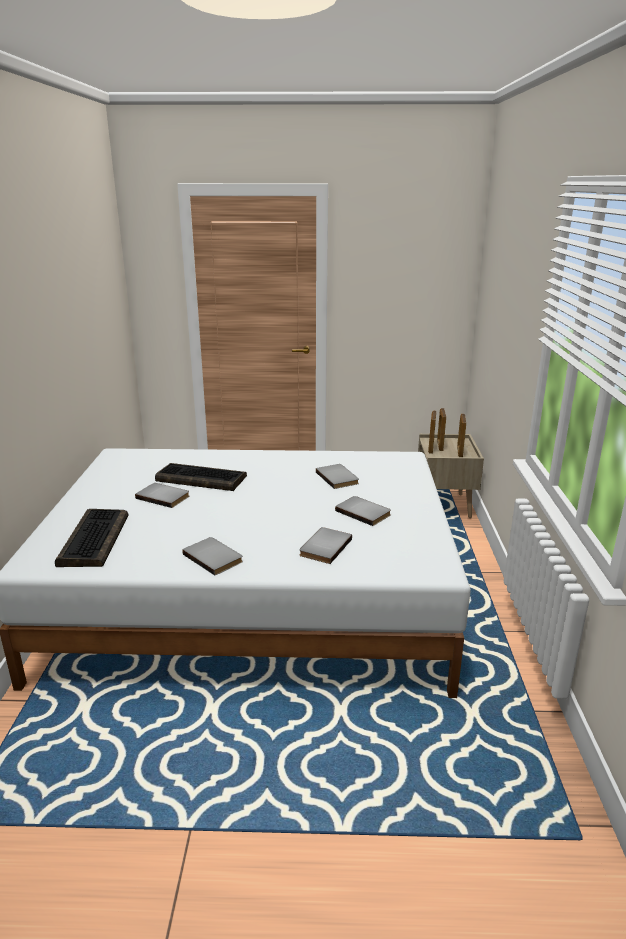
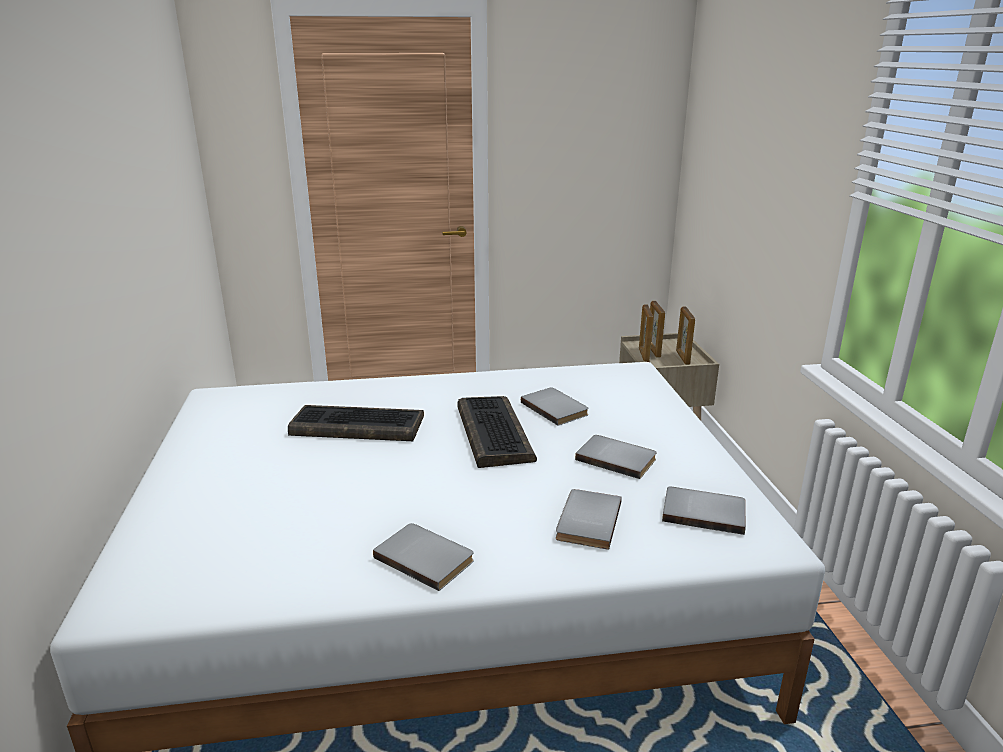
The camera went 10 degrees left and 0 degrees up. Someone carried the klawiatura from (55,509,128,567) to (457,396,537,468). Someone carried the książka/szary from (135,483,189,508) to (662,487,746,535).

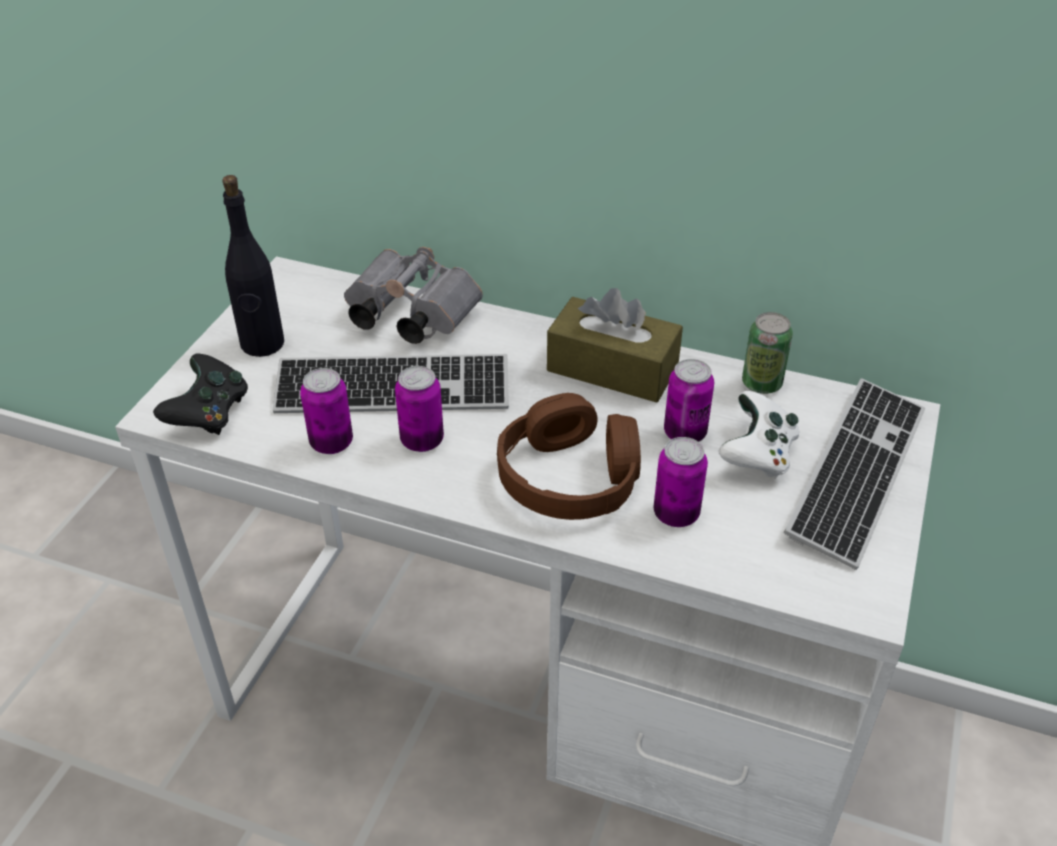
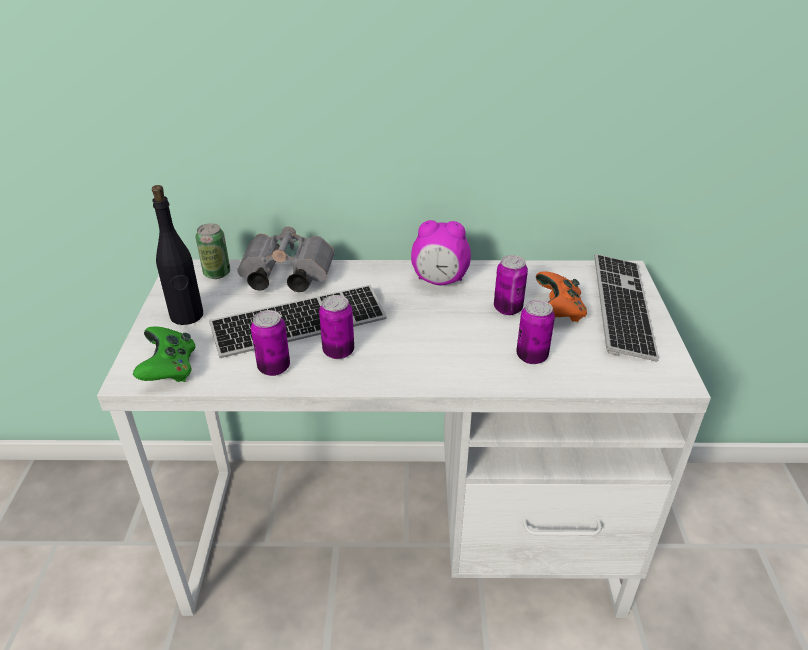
The camera went 20 degrees left and 5 degrees down. Someone repainted the pad do gier/czarny at (153,354,248,435), which became the pad do gier/zielony at (133,326,196,382). Someone took away the słuchawki/brązowy at (497,393,641,520). Someone swapped the pudełko chusteczek/brązowy at (547,288,683,403) for the budzik at (411,220,471,285). Someone repainted the pad do gier/biały at (718,391,799,479), which became the pad do gier/pomarańczowy at (536,271,587,322). Someone carried the puszka from (742,312,793,394) to (196,223,230,279).

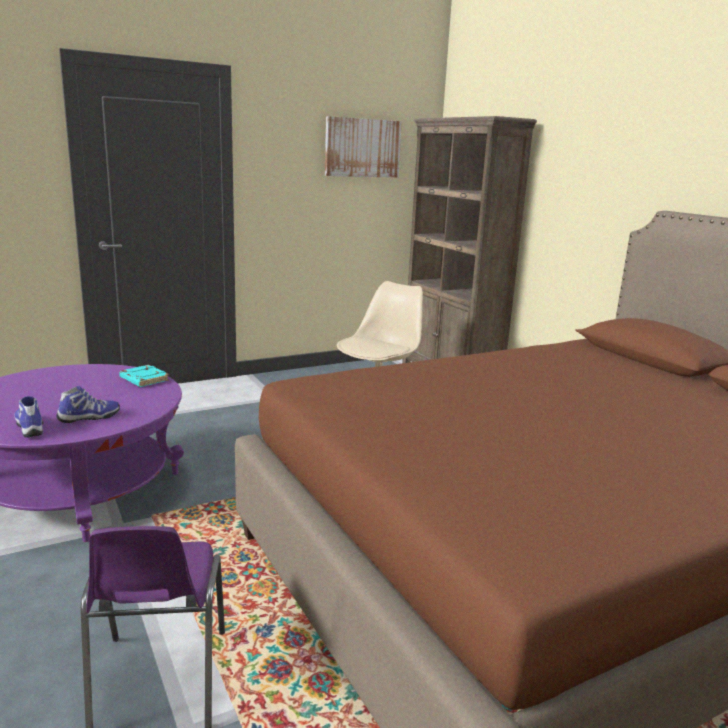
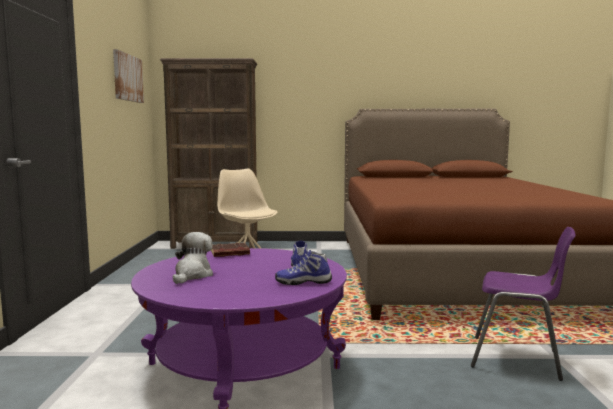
The camera went 60 degrees left and 10 degrees down. Someone repainted the książka/turkusowy at (119,365,169,387), which became the książka/brązowy at (211,242,250,257). Someone put down the pluszak at (173,232,213,284).

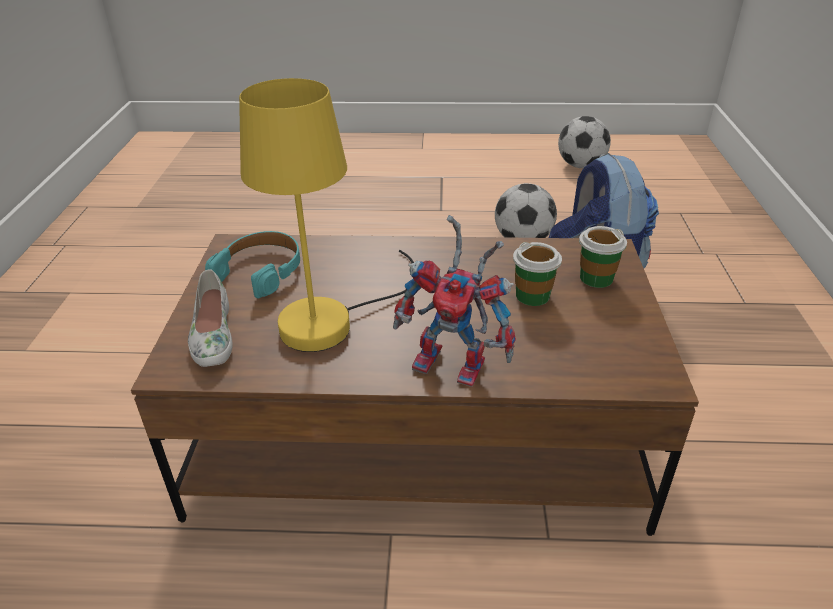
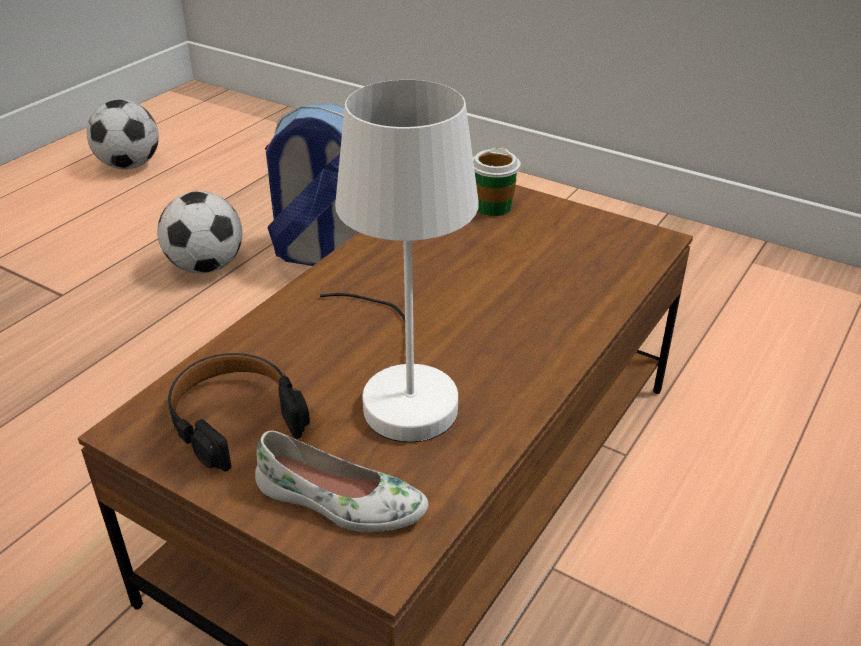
The camera went 60 degrees left and 0 degrees up. Someone repainted the słuchawki/turkusowy at (205,231,300,298), which became the słuchawki/czarny at (168,353,310,472). Someone repainted the lampa stołowa/żółty at (239,78,414,352), which became the lampa stołowa/biały at (320,80,479,442). Someone took away the robot zabawkowy at (393,215,516,387). Someone took away the filiżanka at (513,242,562,306).

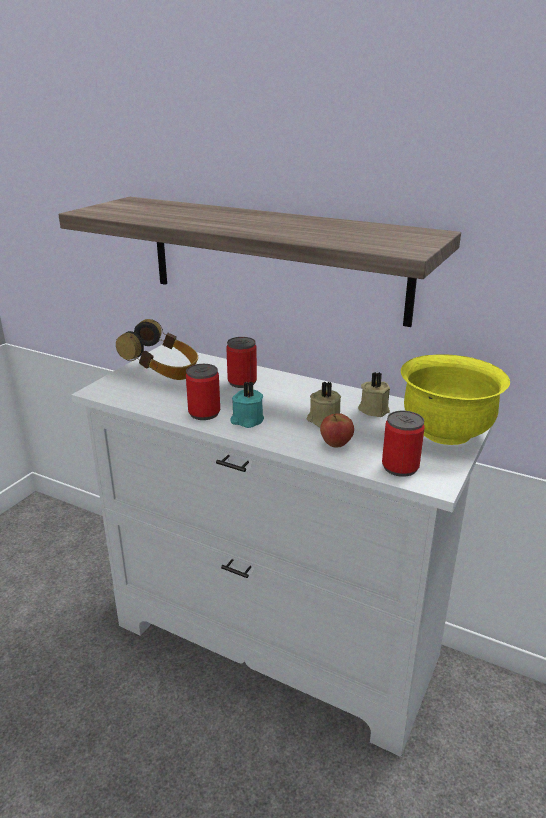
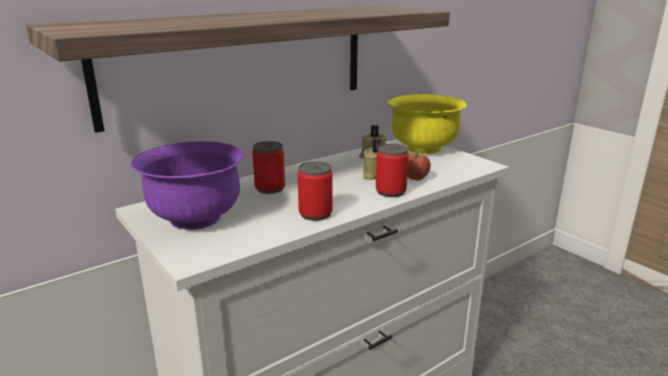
The camera went 65 degrees left and 5 degrees down. Someone swapped the słuchawki at (116,319,198,380) for the miska/fioletowy at (131,141,243,230). Someone took away the świeca/turkusowy at (230,381,264,428). Someone carried the puszka from (382,411,425,477) to (376,144,409,197).

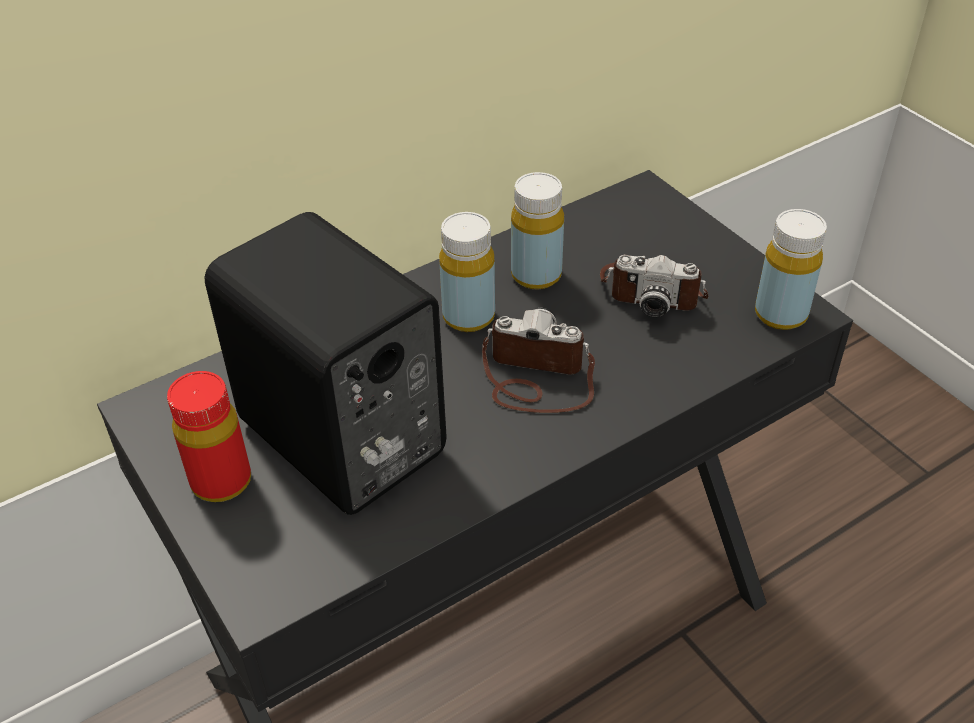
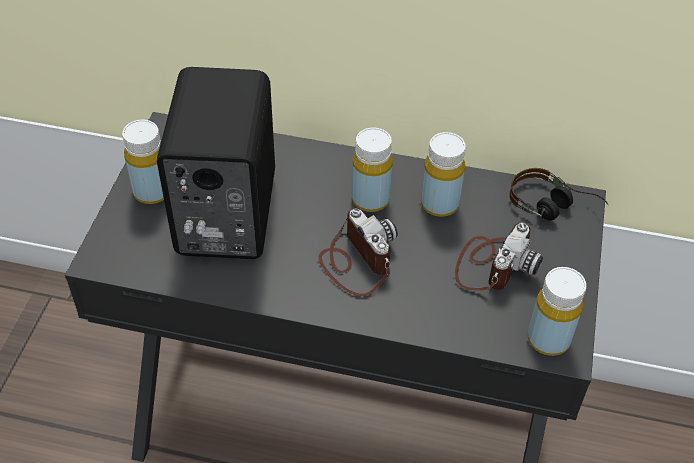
The camera went 45 degrees right and 5 degrees up. Someone repainted the butelka/czerwony at (167,371,251,502), which became the butelka/żółty at (122,120,164,204). Someone rotated the aparat fotograficzny at (600,255,709,318) by 120 degrees counterclockwise. Someone put down the słuchawki at (509,168,608,221).

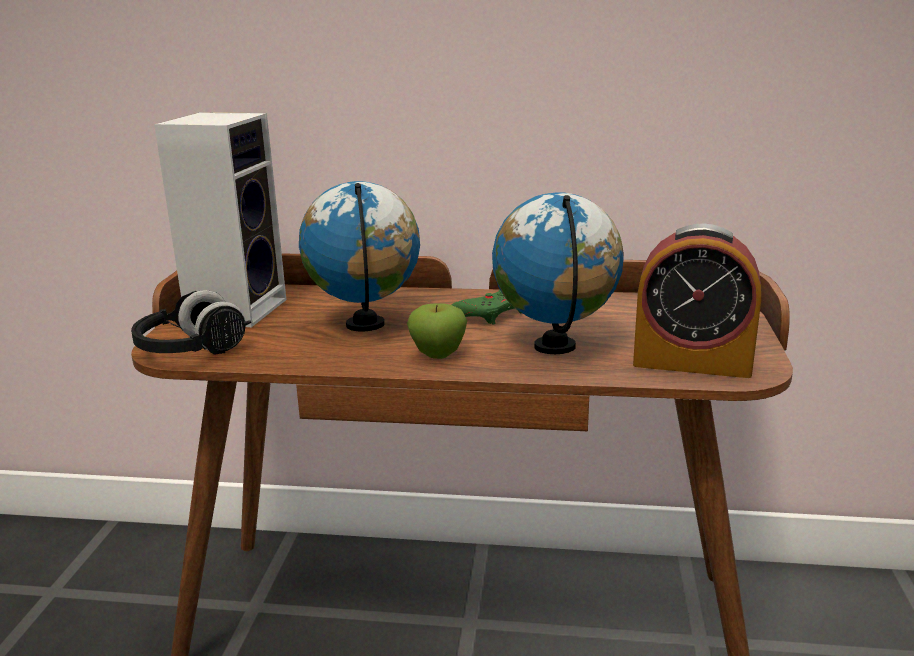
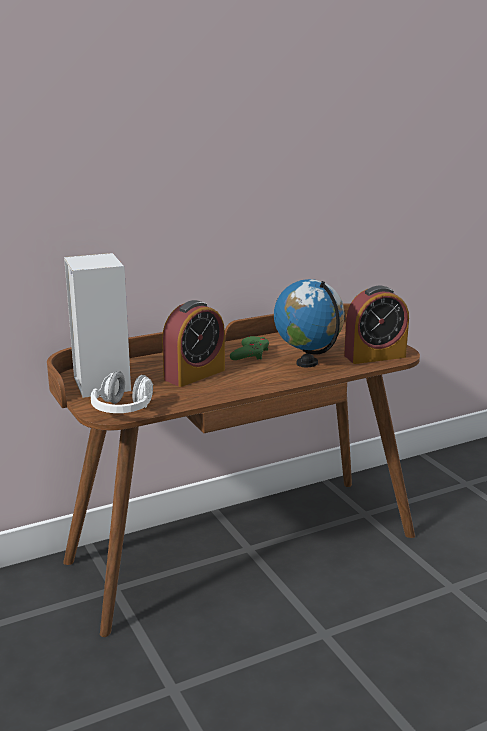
The camera went 35 degrees left and 0 degrees up. Someone repainted the słuchawki/czarny at (131,290,251,355), which became the słuchawki/biały at (91,371,153,413). Someone swapped the globus at (299,181,420,332) for the budzik at (162,300,225,387). Someone took away the jabłko at (407,303,467,359).

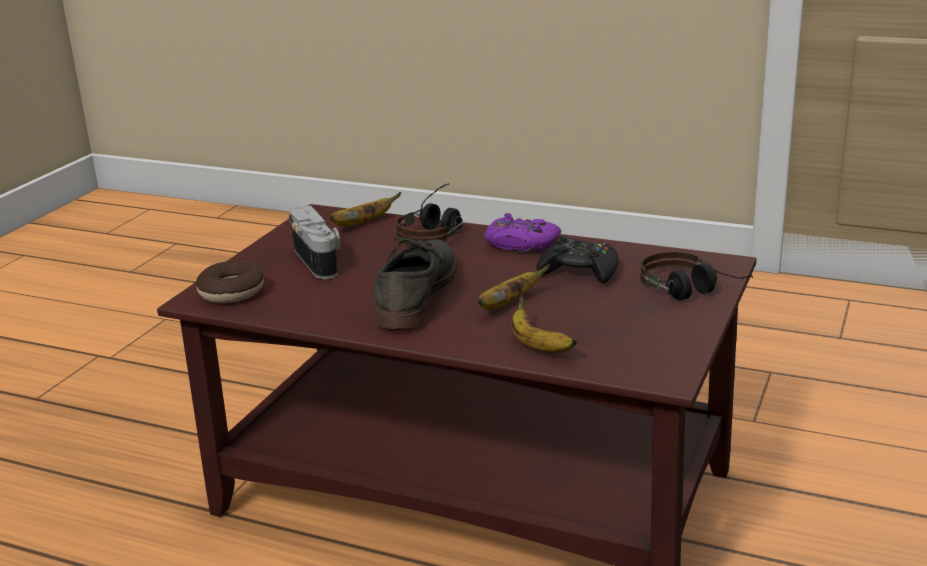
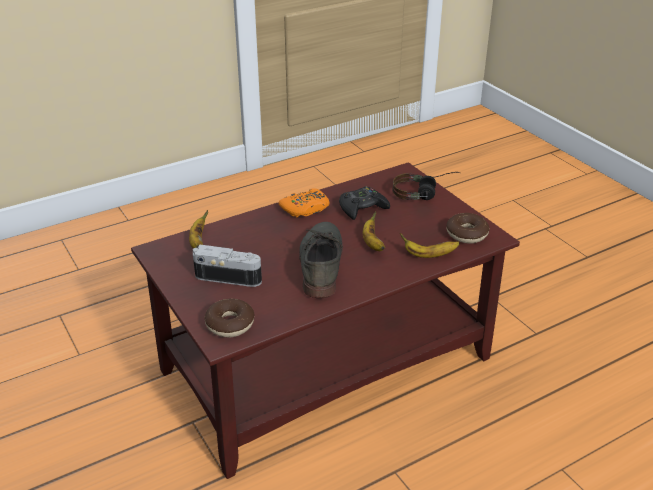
The camera went 55 degrees left and 10 degrees up. Someone rotated the but/szary at (374,237,457,332) by 45 degrees clockwise. Someone took away the słuchawki at (396,183,463,243). Someone repainted the pad do gier/fioletowy at (485,213,561,252), which became the pad do gier/pomarańczowy at (279,188,329,217). Someone put down the donut at (446,213,489,244).

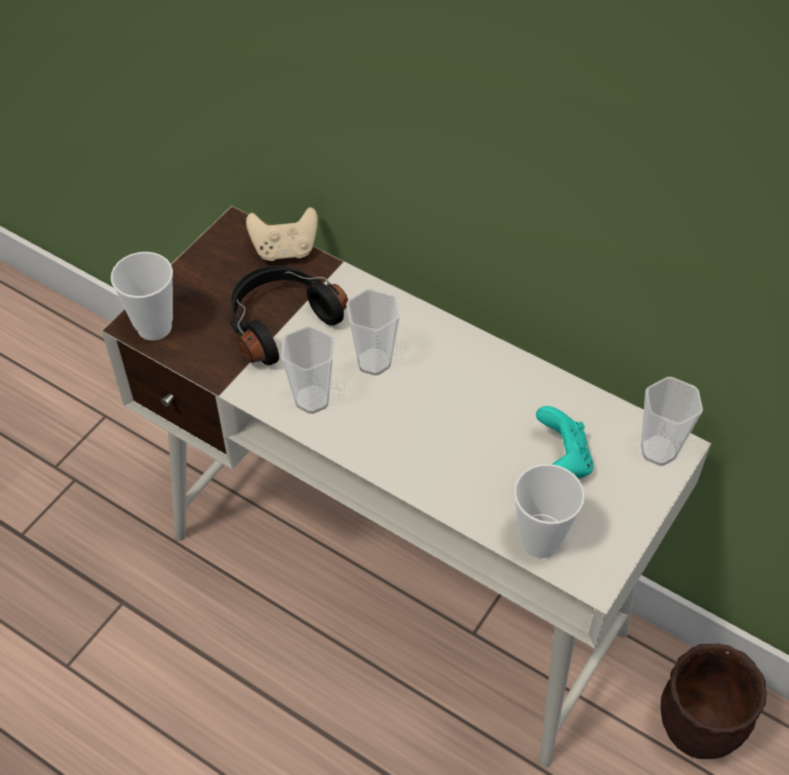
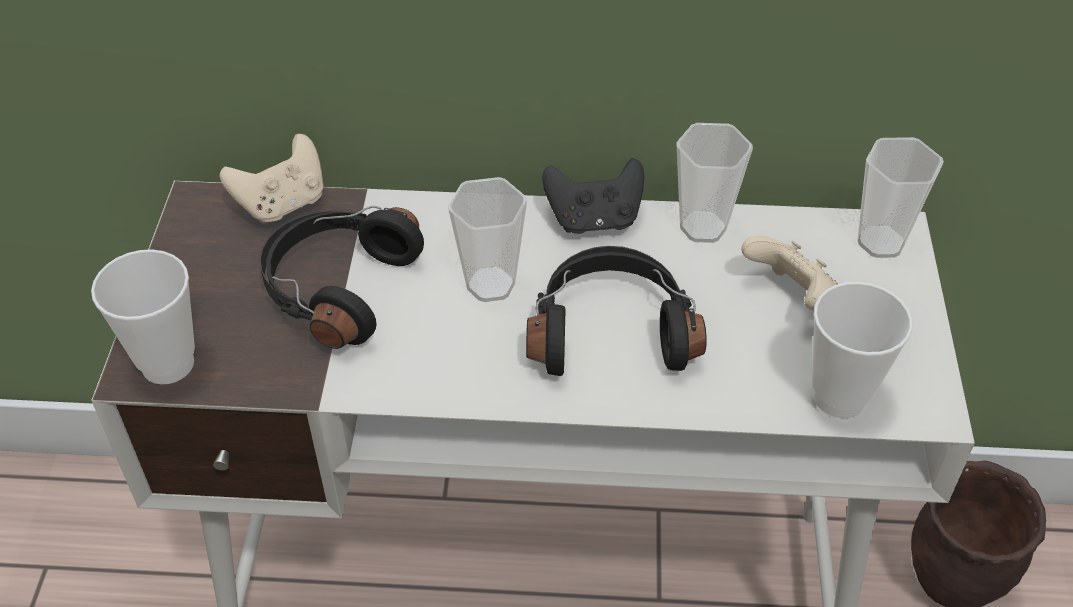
The camera went 30 degrees left and 5 degrees down. Someone carried the filiżanka from (281,326,335,414) to (676,123,753,243). Someone repainted the pad do gier/turkusowy at (536,406,593,478), which became the pad do gier/beżowy at (741,235,838,310). Someone put down the słuchawki/czarny at (526,246,707,376). Someone put down the pad do gier/czarny at (542,158,644,234).

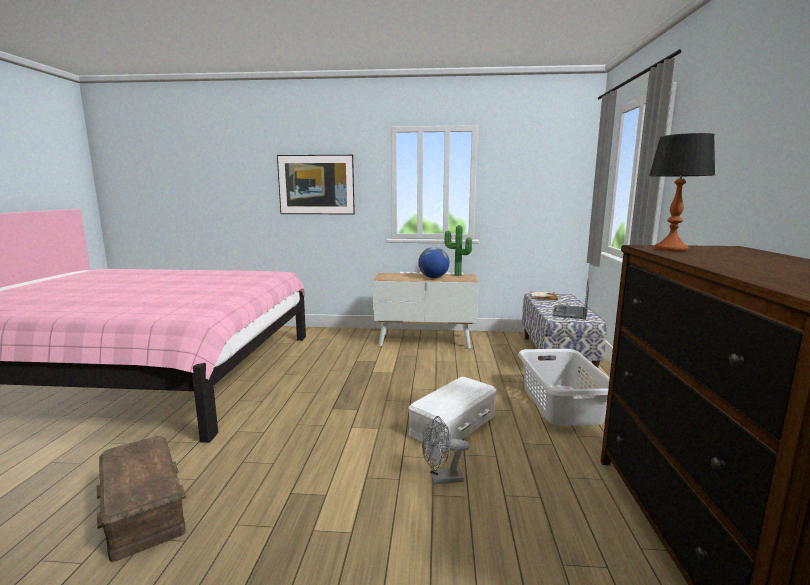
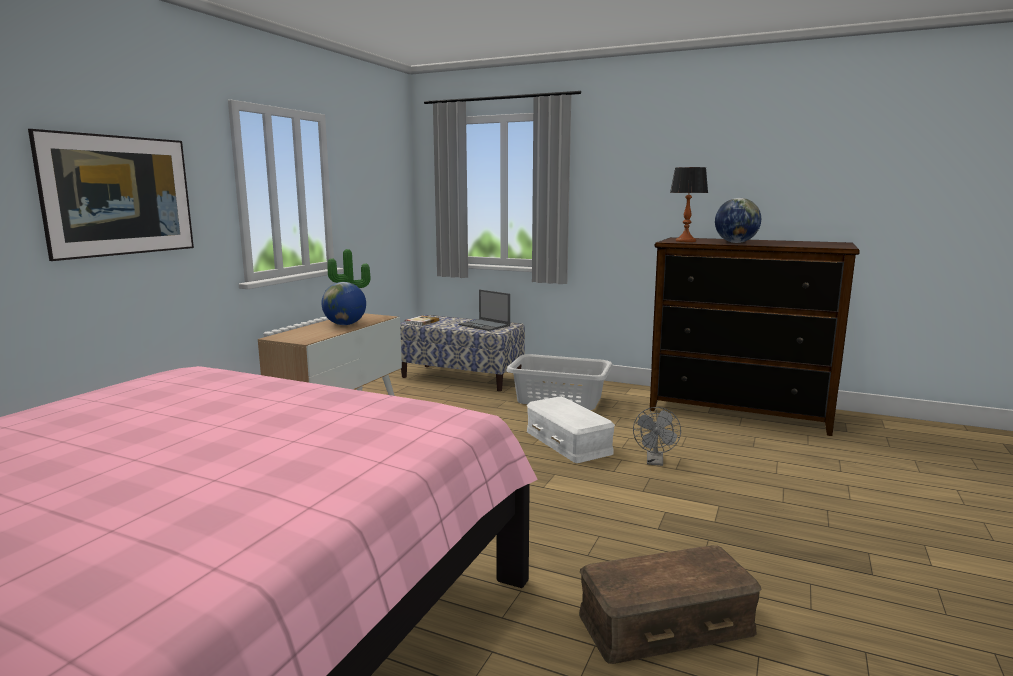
The camera went 70 degrees left and 0 degrees up. Someone put down the globus at (715,198,761,243).

